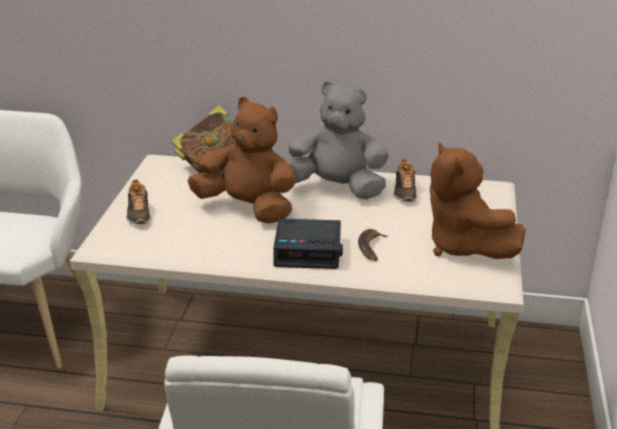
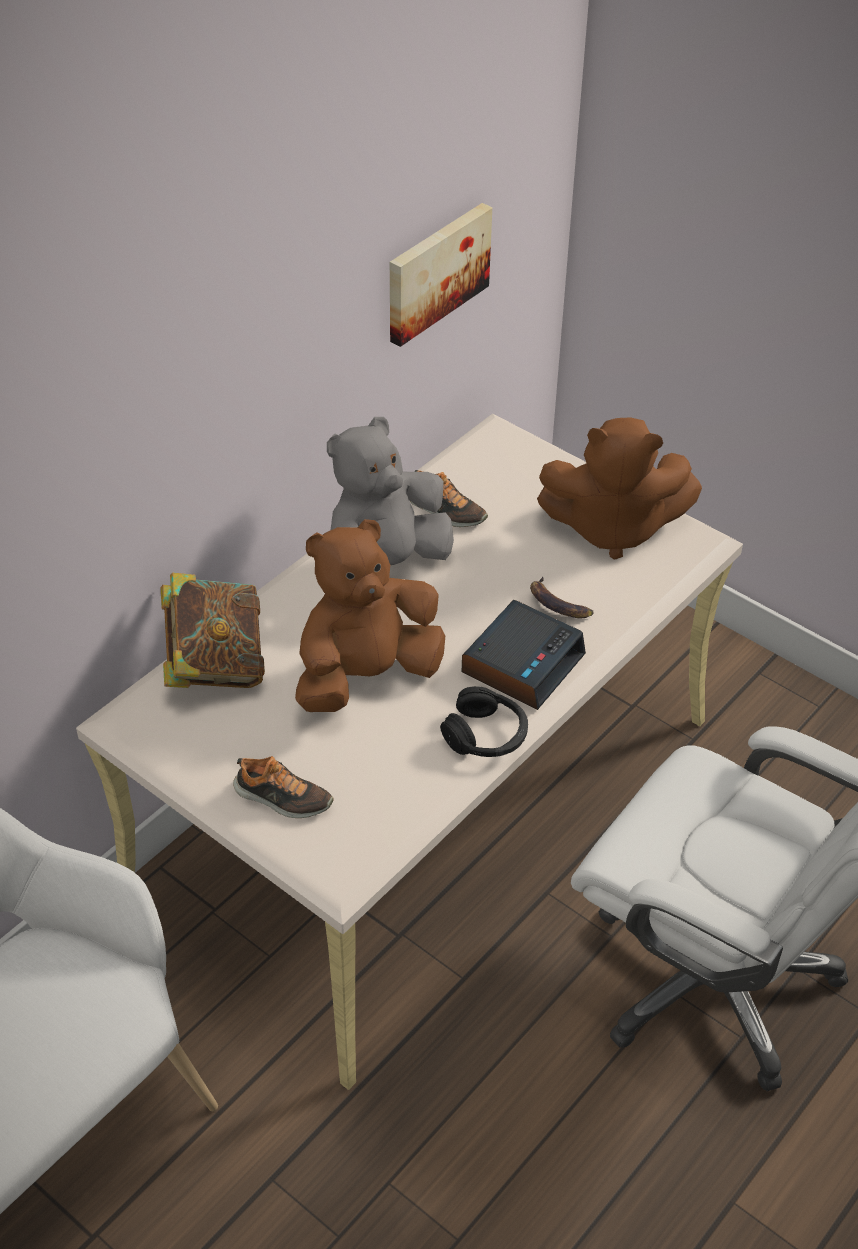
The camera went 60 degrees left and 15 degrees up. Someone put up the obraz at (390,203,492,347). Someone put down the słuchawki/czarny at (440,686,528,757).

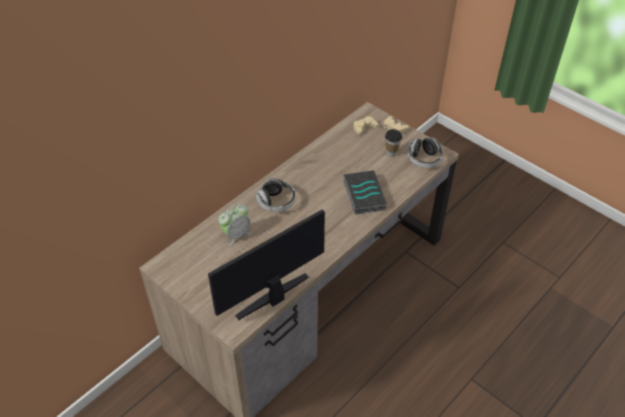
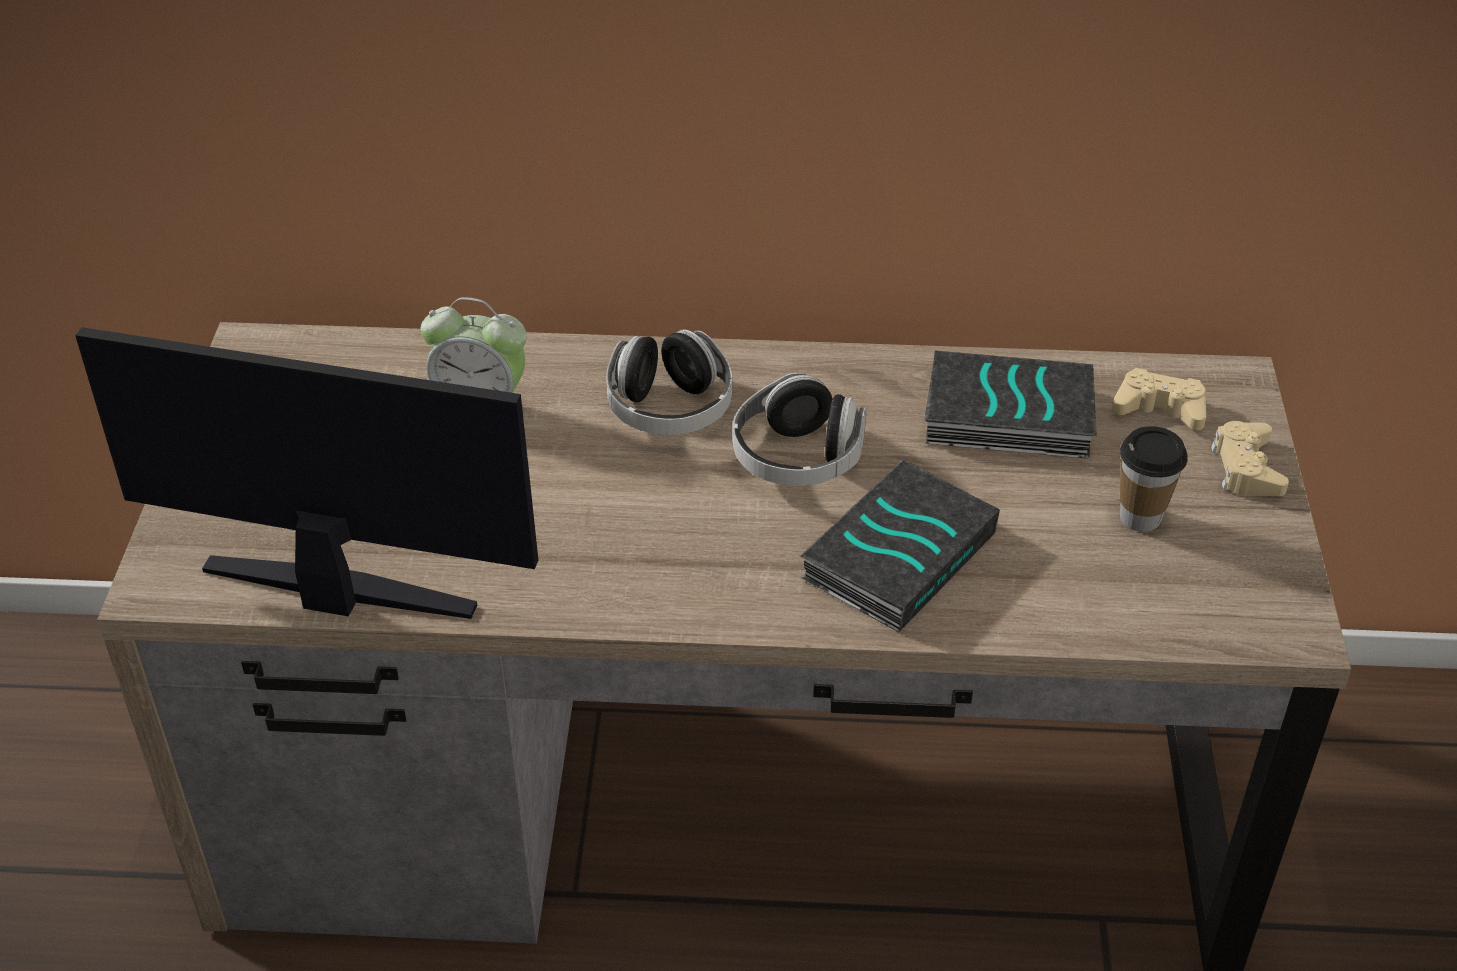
The camera went 50 degrees right and 5 degrees down. Someone carried the słuchawki from (407,137,443,168) to (733,373,866,486). Someone put down the książka at (924,351,1097,459).

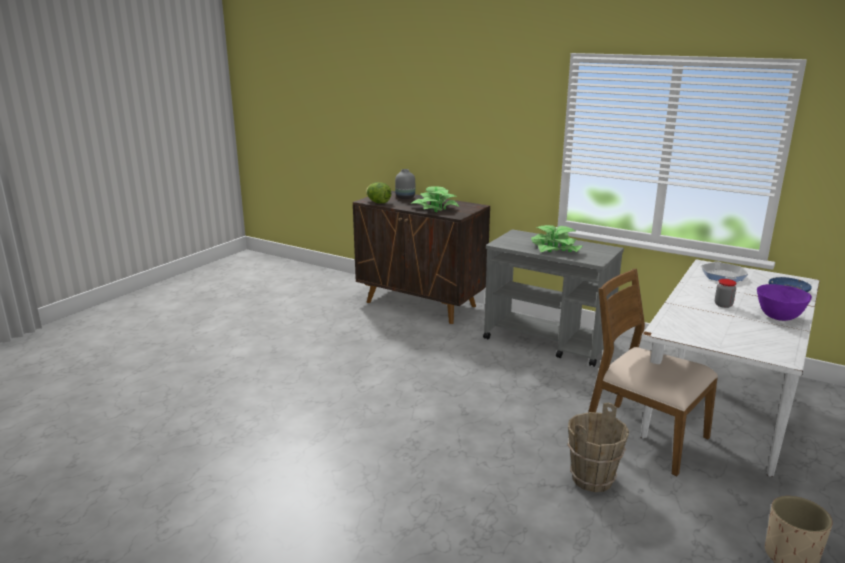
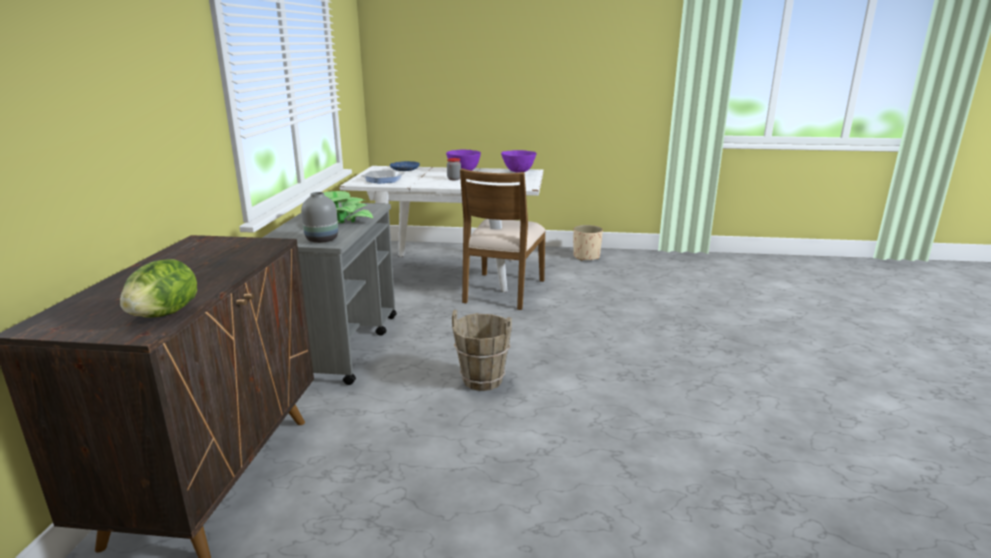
The camera went 115 degrees left and 0 degrees up. Someone carried the wazon/szary from (395,169,415,199) to (301,192,338,243). Someone took away the roślina doniczkowa at (411,187,459,212). Someone carried the wiadro/brązowy from (567,403,629,492) to (452,310,512,391). Someone put down the miska/fioletowy at (501,150,537,173).

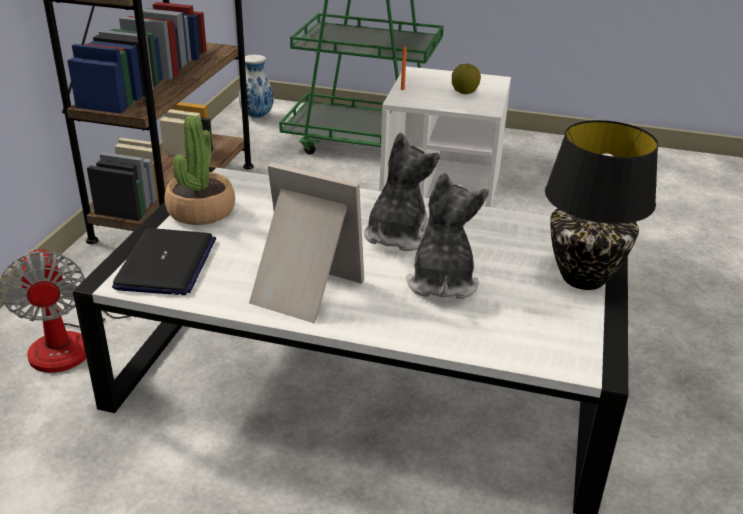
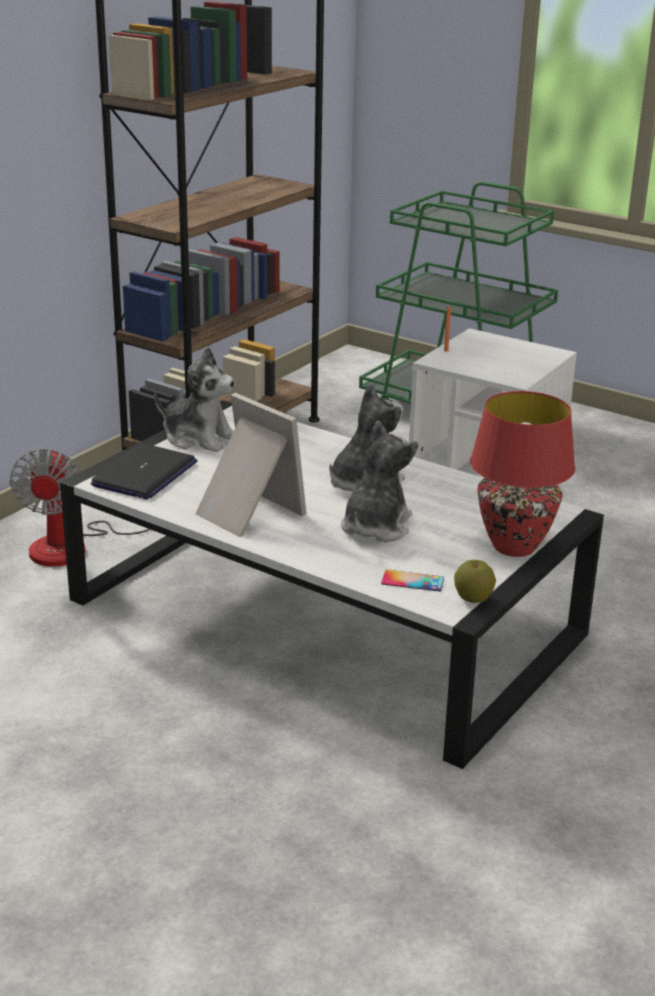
The camera went 20 degrees right and 5 degrees down. Someone swapped the roślina doniczkowa at (165,115,235,225) for the pluszak at (154,347,235,452). Someone took away the wazon at (239,55,274,118). Someone carried the jabłko from (452,62,481,94) to (454,560,496,603). Someone repainted the lampa stołowa/czarny at (545,120,659,290), which became the lampa stołowa/czerwony at (470,391,575,557). Someone put down the telefon at (382,570,444,592).

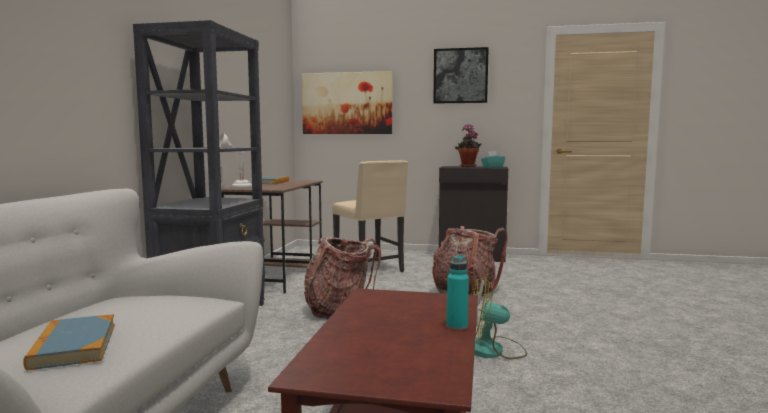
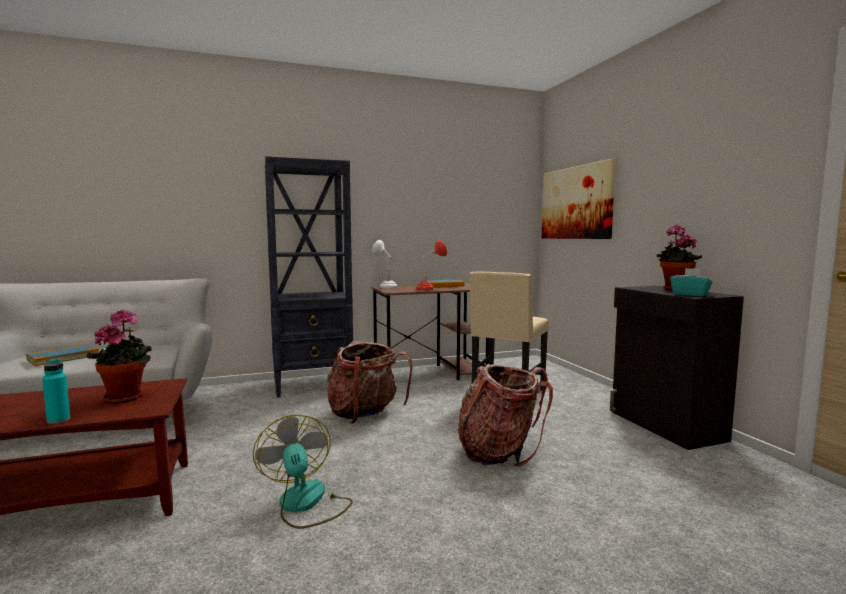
The camera went 60 degrees right and 0 degrees up. Someone took away the obraz at (433,47,489,104). Someone put down the roślina doniczkowa at (86,309,152,403). Someone put down the lampa stołowa/czerwony at (416,240,447,290).

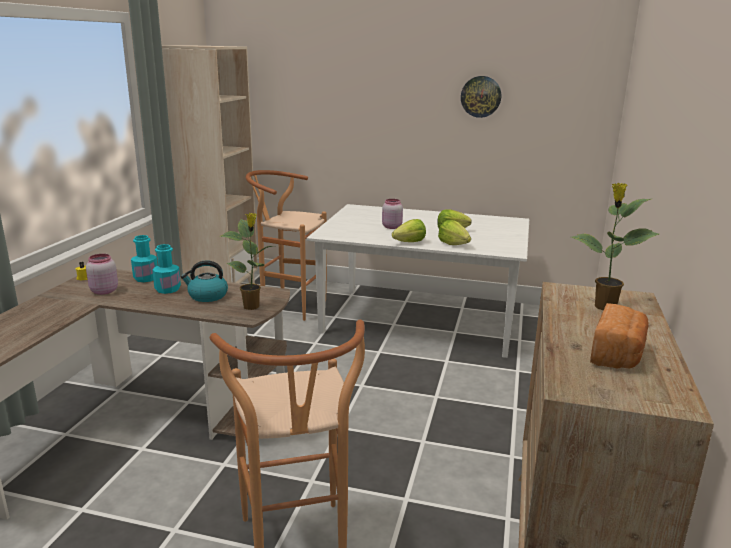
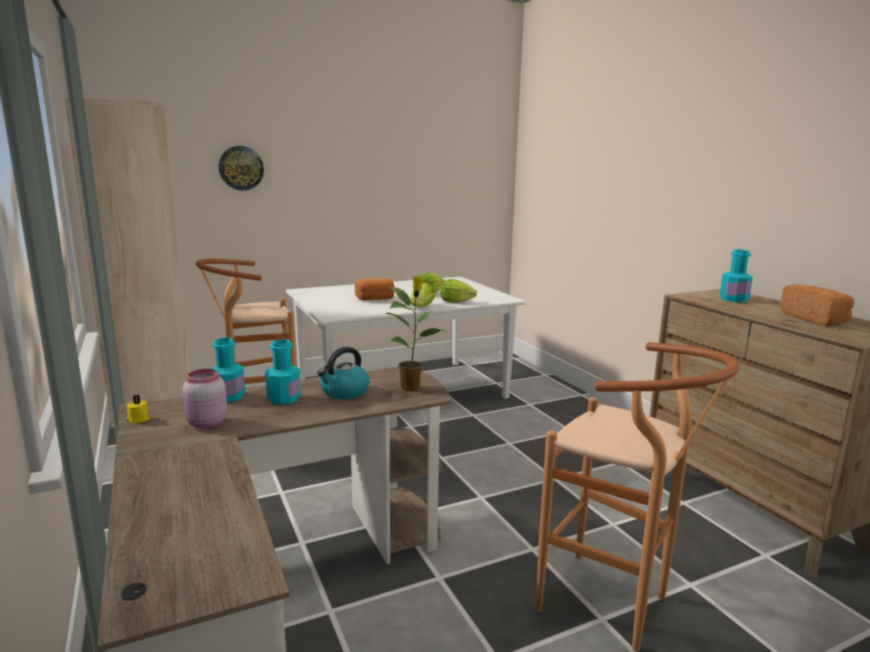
The camera went 40 degrees left and 5 degrees down. Someone swapped the słoik/różowy at (382,199,403,229) for the chleb at (355,278,394,300). Someone carried the zegar ścienny from (461,76,501,118) to (219,146,264,191). Someone swapped the roślina doniczkowa at (571,183,659,310) for the butelka/turkusowy at (720,249,753,303).

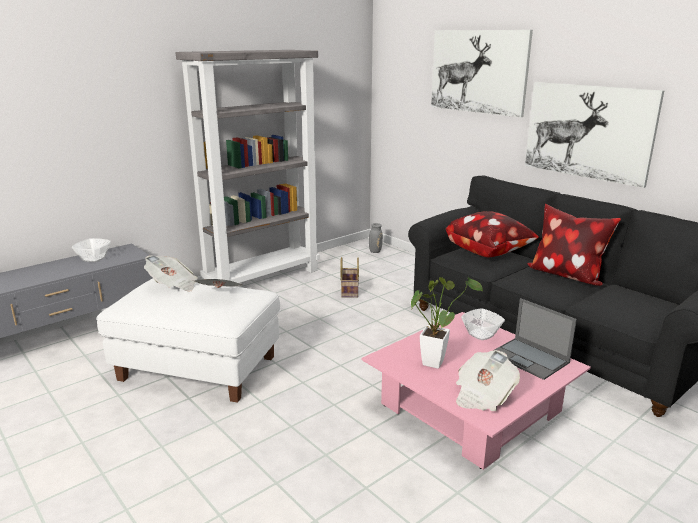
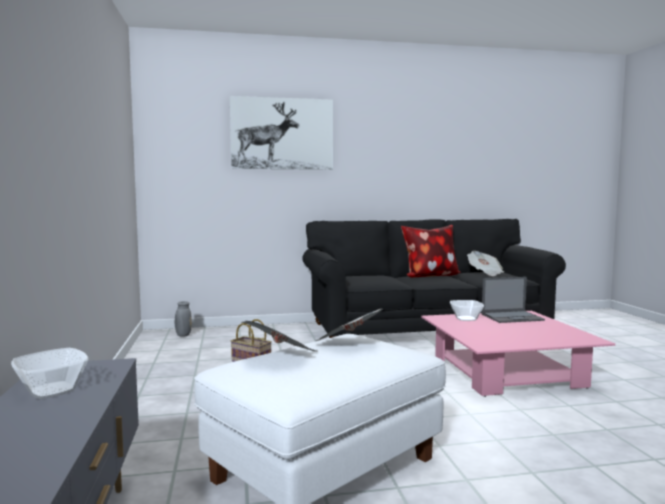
The camera went 60 degrees left and 15 degrees down. Someone took away the regał/szary at (175,50,320,283). Someone took away the roślina doniczkowa at (411,277,483,369). Someone took away the poduszka at (446,211,539,257). Someone carried the gazeta from (456,350,520,411) to (467,251,504,276). Someone took away the obraz at (525,82,664,188).

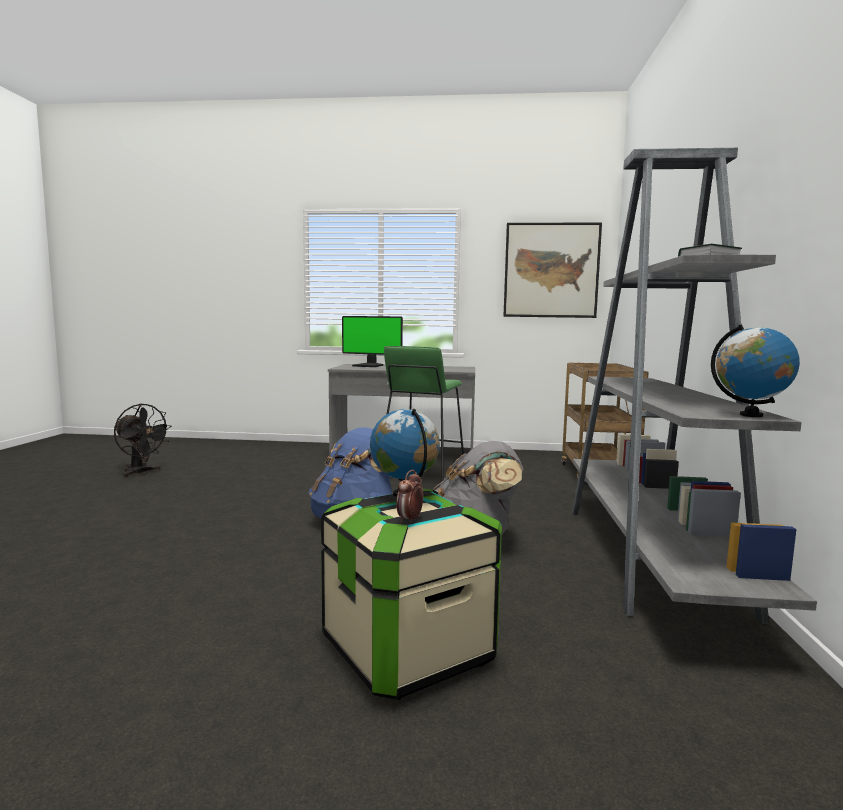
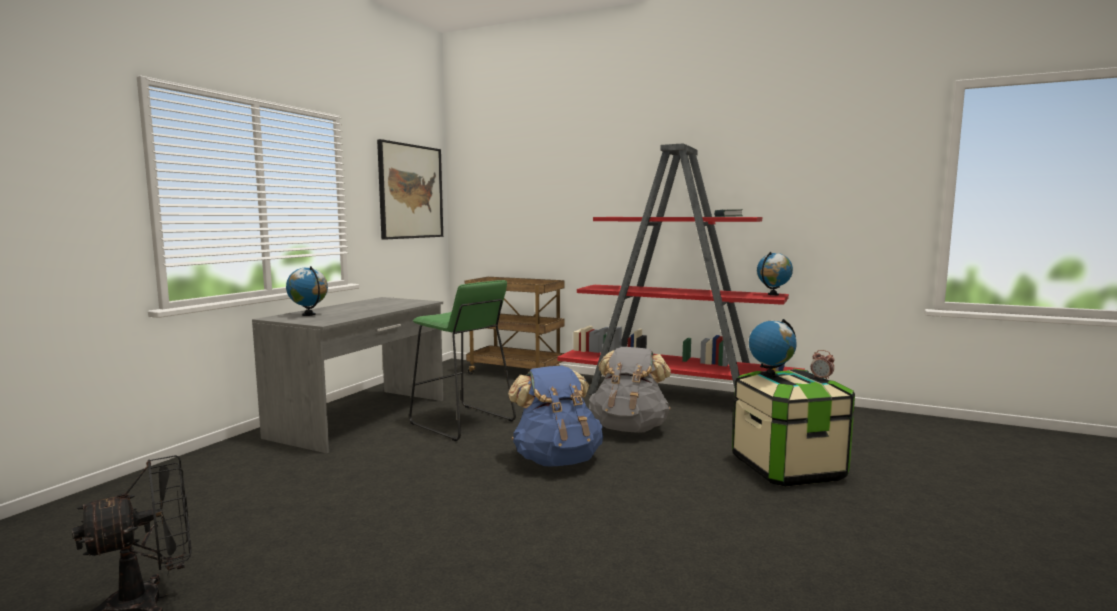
The camera went 70 degrees left and 0 degrees up. Someone swapped the monitor at (342,316,403,367) for the globus at (286,266,328,316). Someone repainted the regał/szary at (572,148,817,625), which became the regał/czerwony at (557,143,805,395).

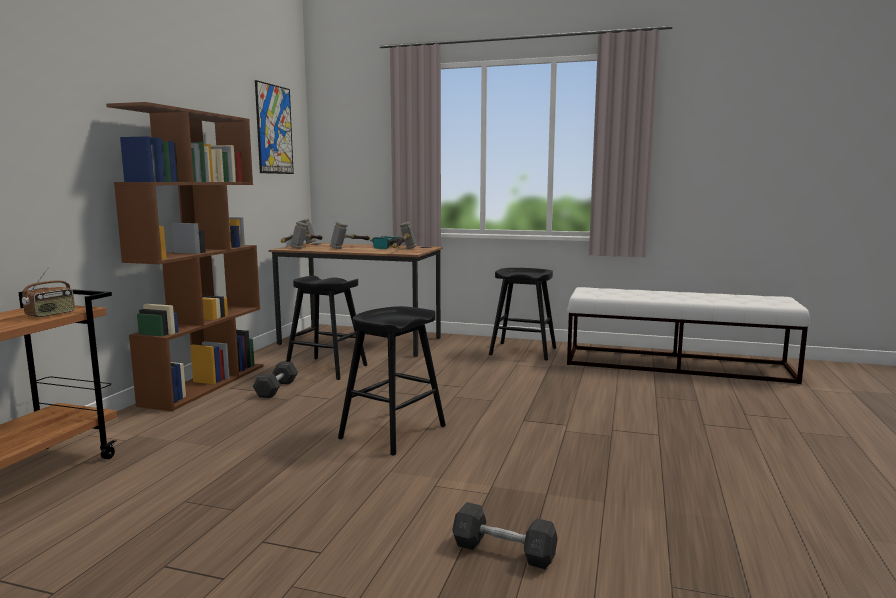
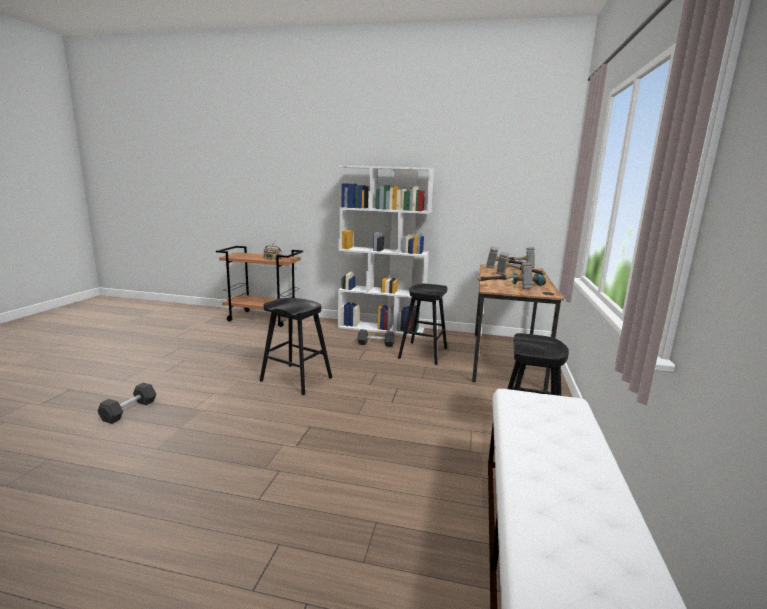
The camera went 85 degrees right and 5 degrees up. Someone repainted the regał/brązowy at (106,102,264,411), which became the regał/biały at (338,165,434,337). Someone took away the obraz at (255,80,294,174).

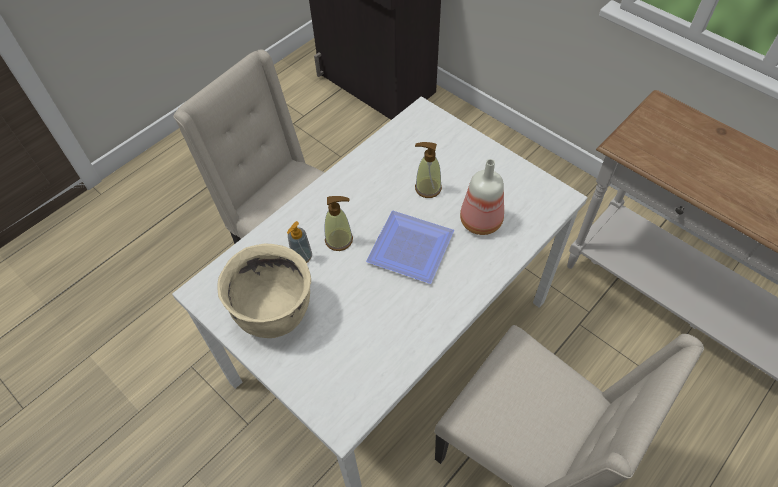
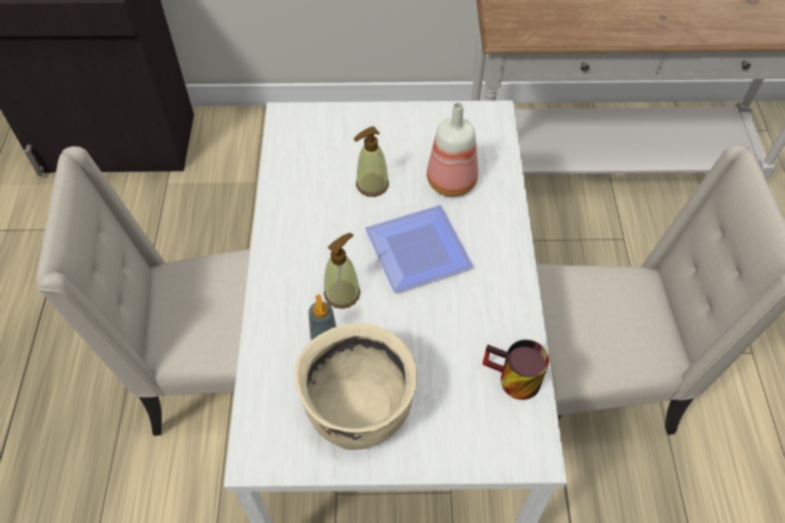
The camera went 45 degrees left and 0 degrees up. Someone put down the kubek at (482,340,549,400).

